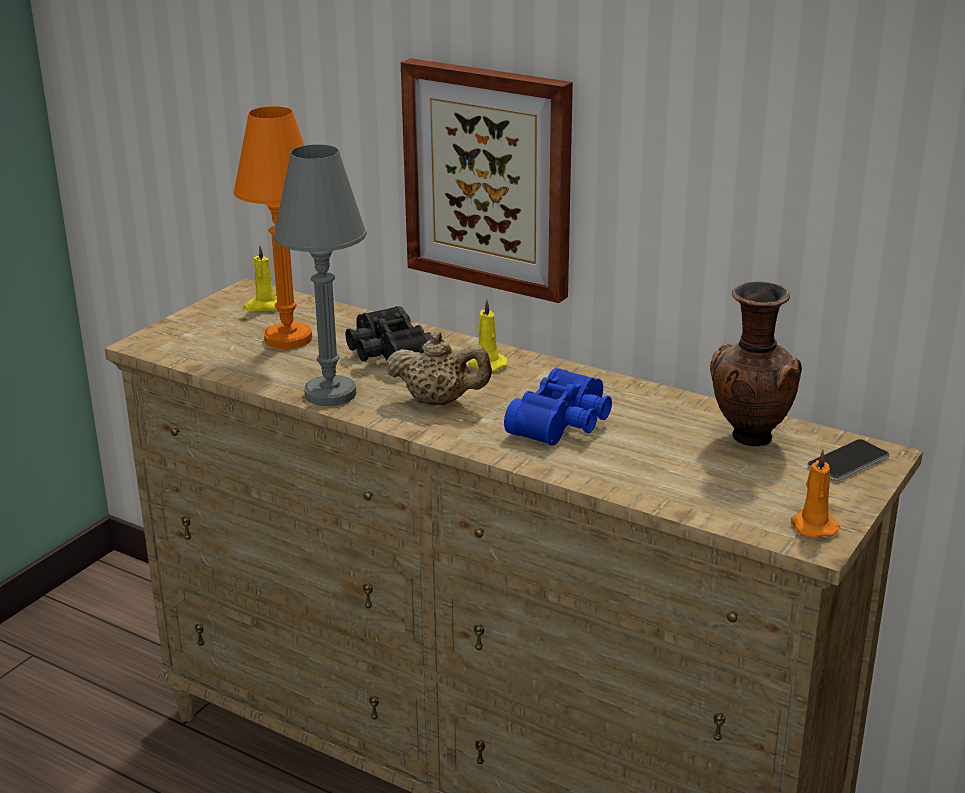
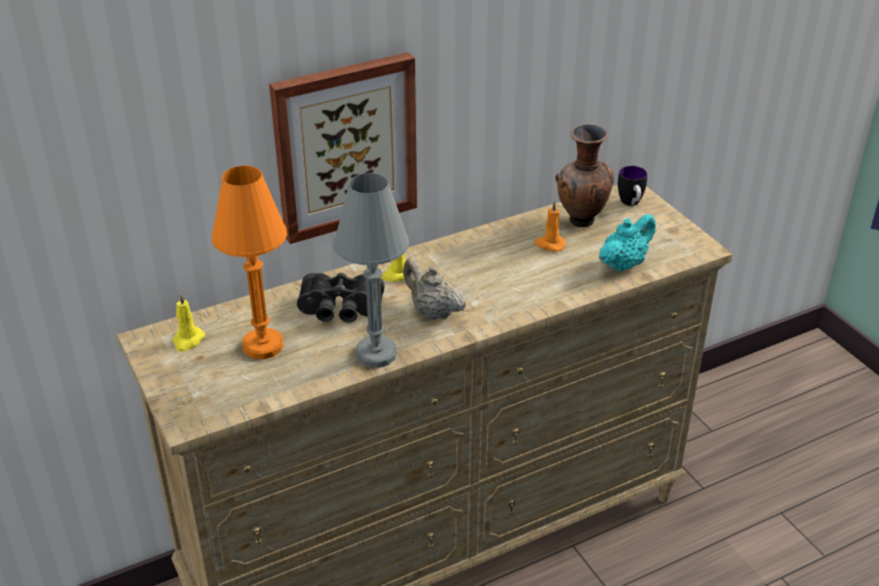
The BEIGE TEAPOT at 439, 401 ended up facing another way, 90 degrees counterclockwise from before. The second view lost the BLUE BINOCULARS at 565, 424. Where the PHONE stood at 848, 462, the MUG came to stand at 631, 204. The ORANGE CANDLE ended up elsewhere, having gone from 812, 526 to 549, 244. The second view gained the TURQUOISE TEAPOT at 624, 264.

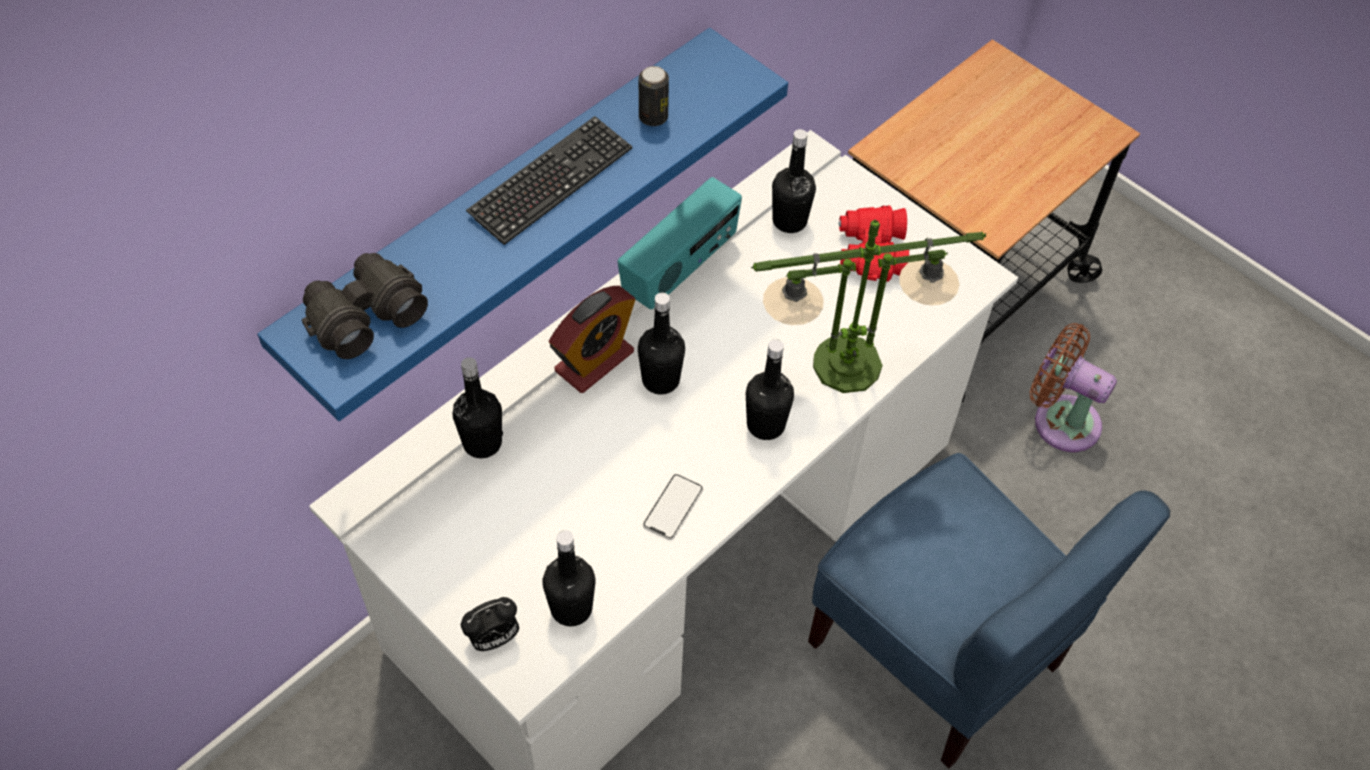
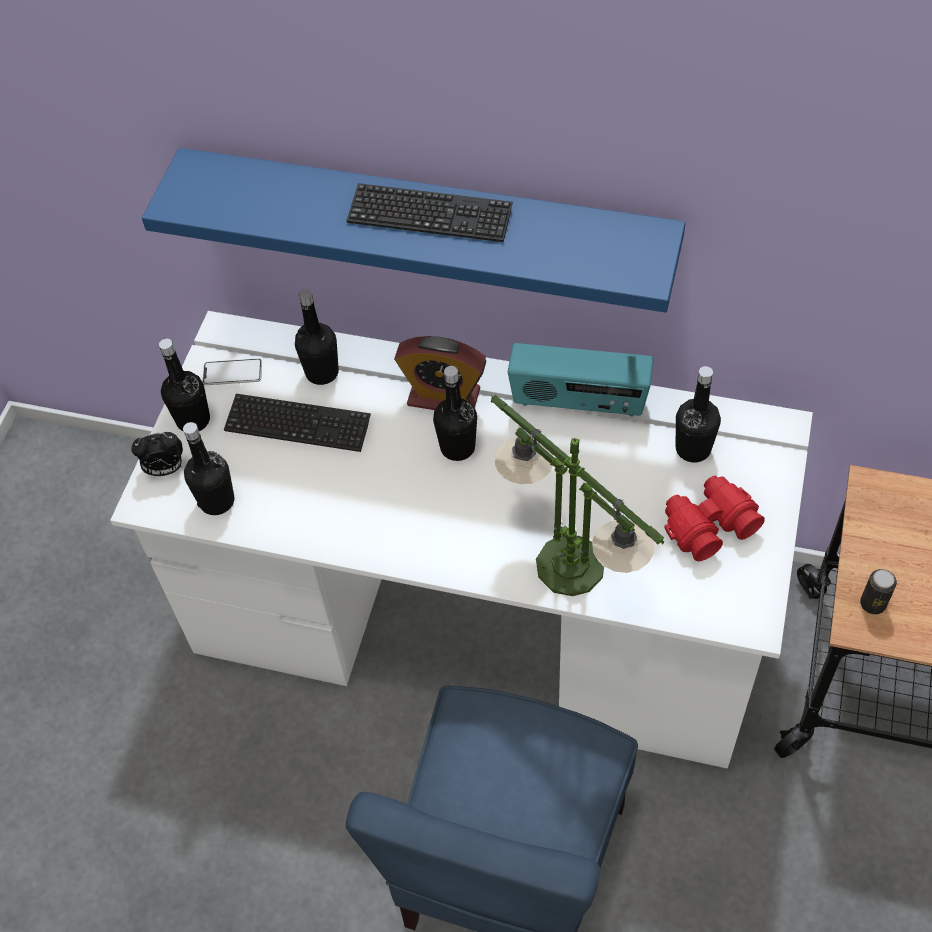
The CAN ended up elsewhere, having gone from 653, 117 to 873, 604. The second view lost the BLACK BINOCULARS at 363, 315. The second view lost the BROWN FAN at 1060, 419. The BLACK BOTTLE ended up elsewhere, having gone from 765, 425 to 193, 420. The PHONE ended up elsewhere, having gone from 673, 507 to 232, 373. The ALARM CLOCK at 493, 639 ended up facing another way, 45 degrees counterclockwise from before. The second view gained the KEYBOARD at 298, 425.

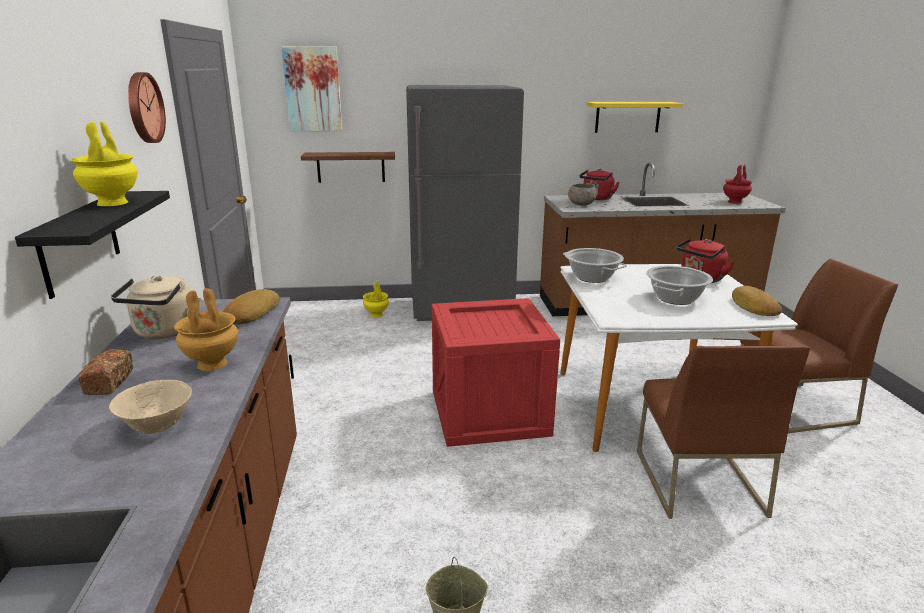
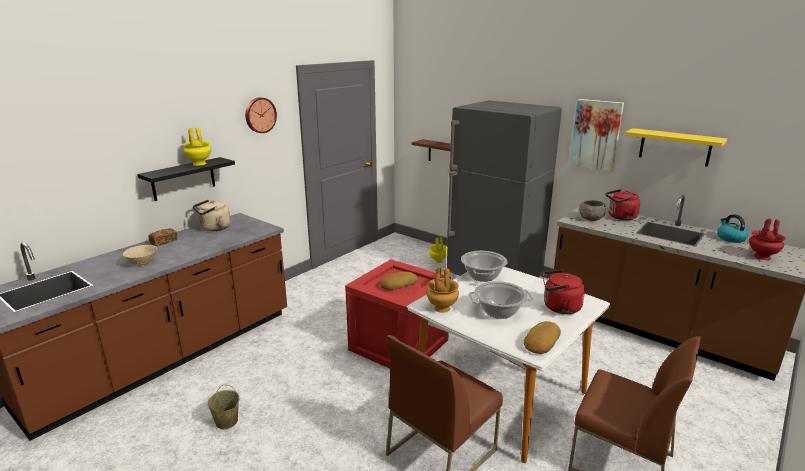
The PICTURE ended up elsewhere, having gone from 313, 89 to 596, 135. The BROWN VASE ended up elsewhere, having gone from 211, 364 to 441, 308. The BREAD ended up elsewhere, having gone from 251, 313 to 398, 284. The second view gained the KETTLE at 730, 238.

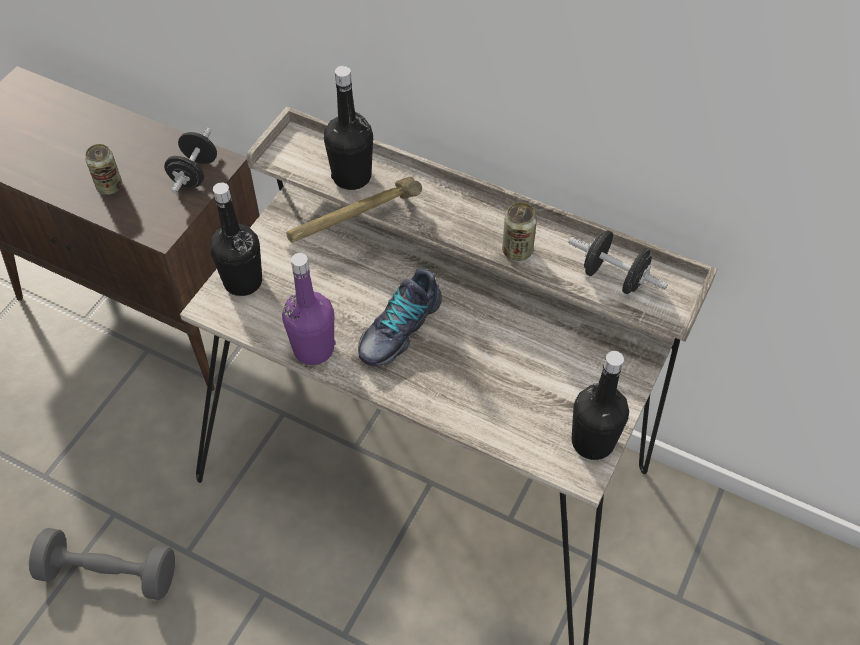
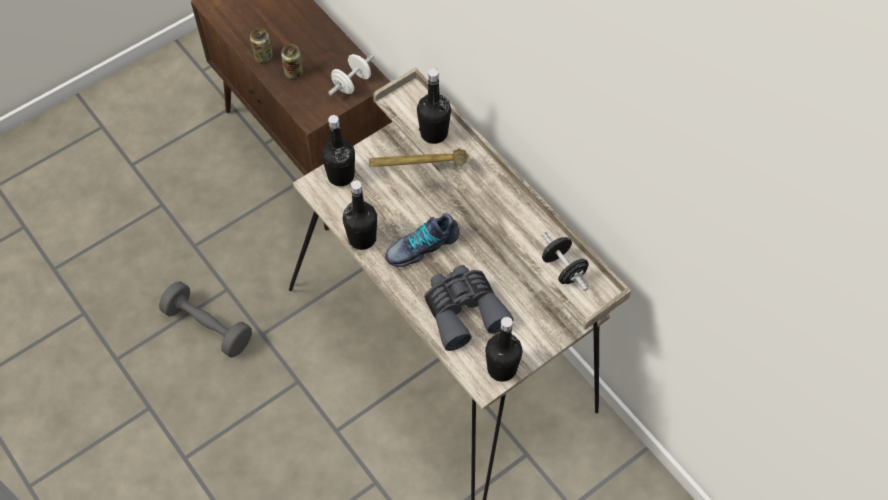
What was the BLACK DUMBBELL at 194, 174 turned into the WHITE DUMBBELL at 352, 83. The CAN ended up elsewhere, having gone from 517, 251 to 263, 56. What was the PURPLE BOTTLE at 313, 349 turned into the BLACK BOTTLE at 362, 238. The second view gained the GREY BINOCULARS at 463, 310.

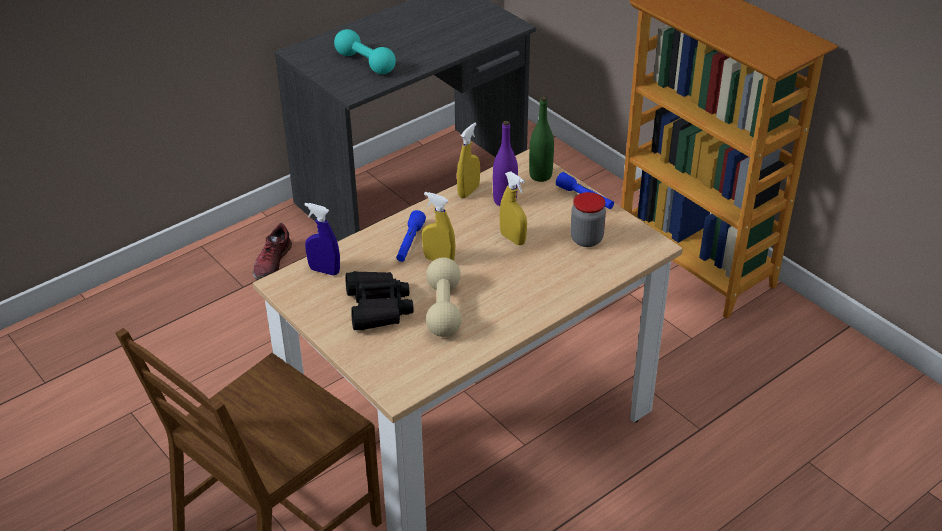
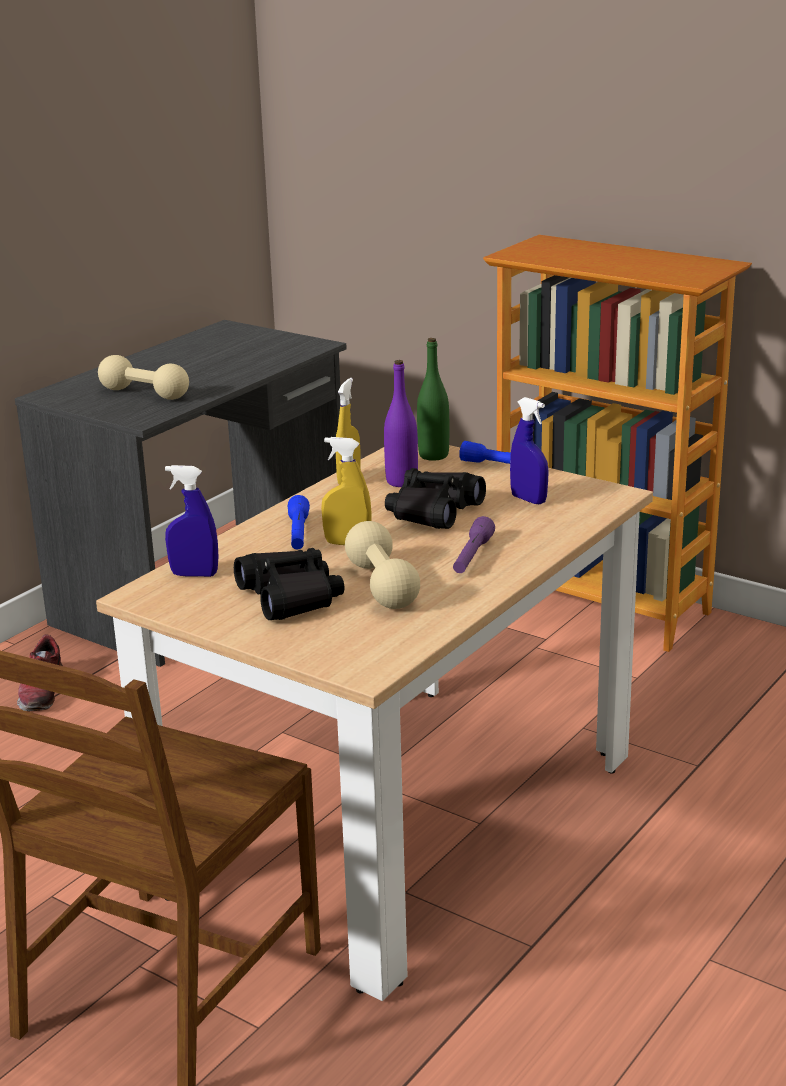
What was the TURQUOISE DUMBBELL at 365, 63 turned into the BEIGE DUMBBELL at 144, 394. Where the YELLOW SPRAY BOTTLE stood at 512, 239, the BLACK BINOCULARS came to stand at 433, 512. Where the JAR stood at 586, 239, the BLUE SPRAY BOTTLE came to stand at 528, 500. The second view gained the PURPLE FLASHLIGHT at 472, 557.

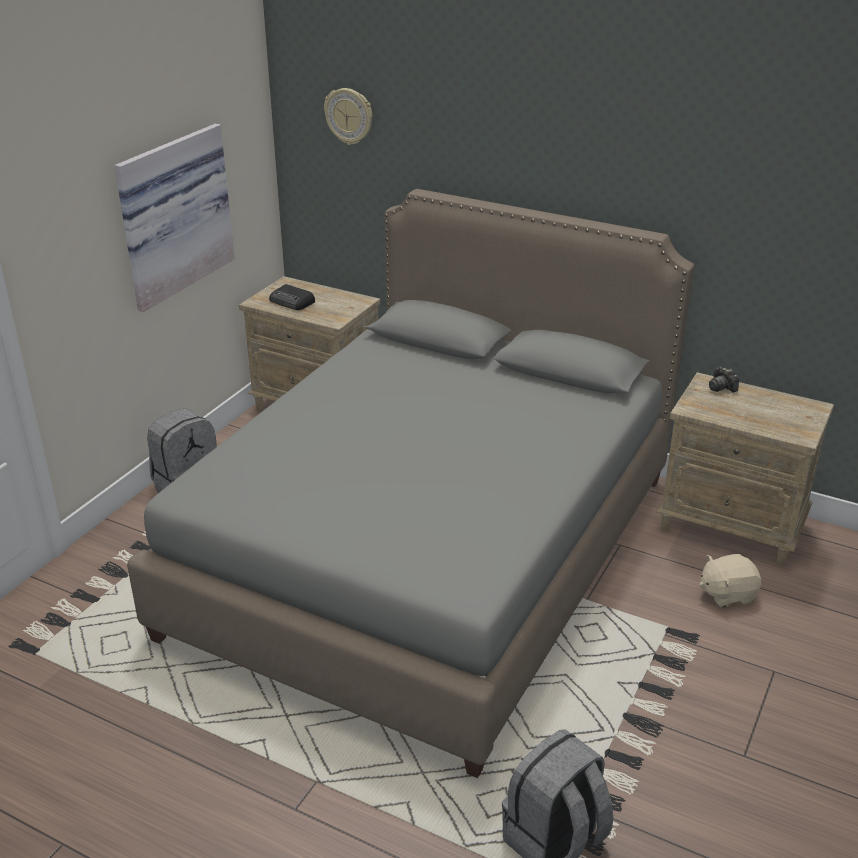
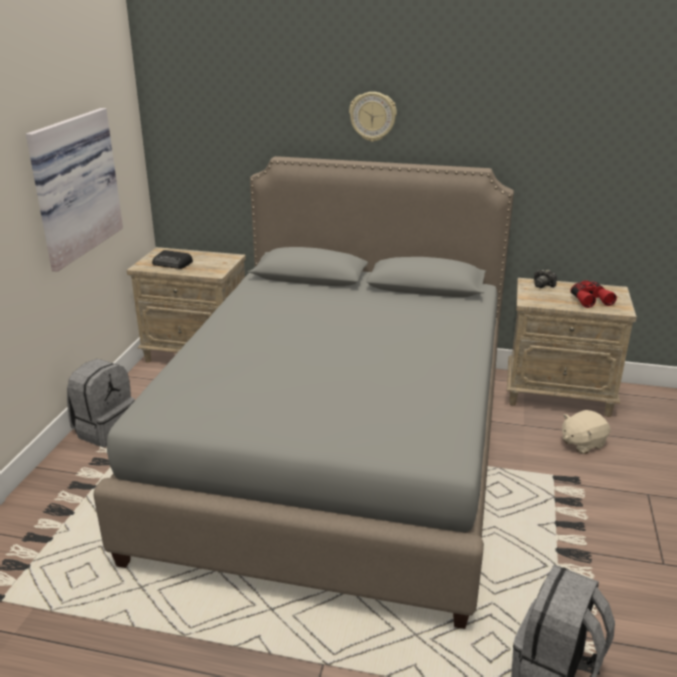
The WALL CLOCK ended up elsewhere, having gone from 349, 116 to 373, 116. The second view gained the RED BINOCULARS at 589, 299.

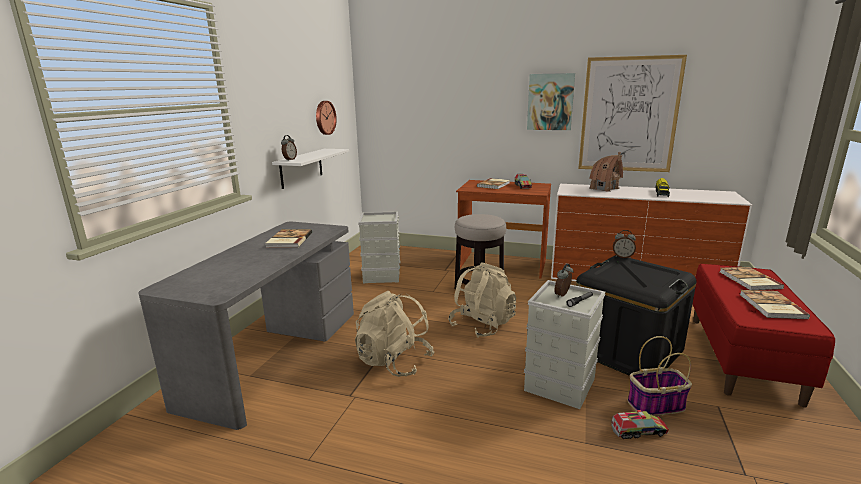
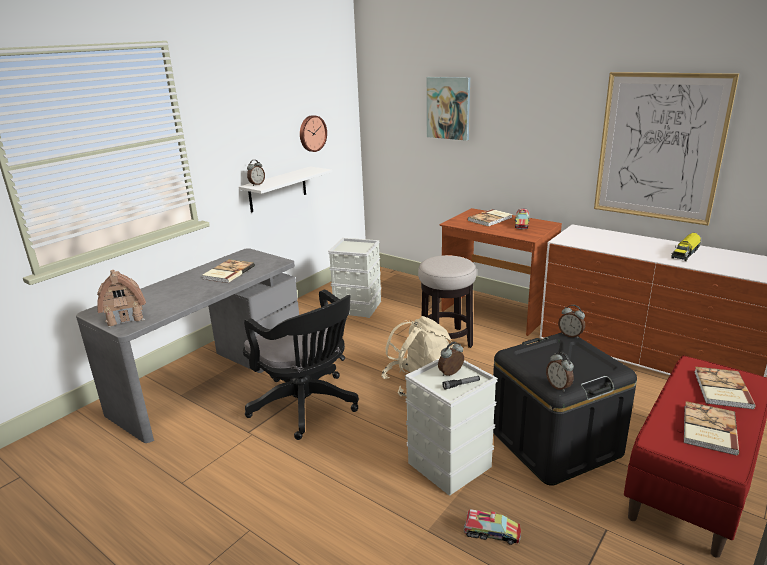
The PICTURE ended up elsewhere, having gone from 550, 102 to 448, 108. The TOY HOUSE ended up elsewhere, having gone from 604, 188 to 125, 317. Where the BEIGE BACKPACK stood at 394, 362, the BLACK OFFICE CHAIR came to stand at 307, 406. The second view lost the BASKET at 655, 405. The second view gained the ALARM CLOCK at 559, 386.

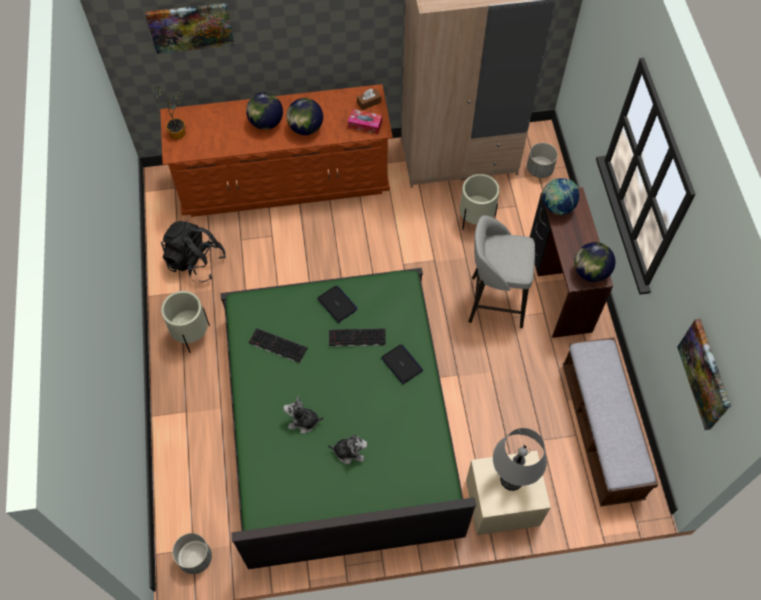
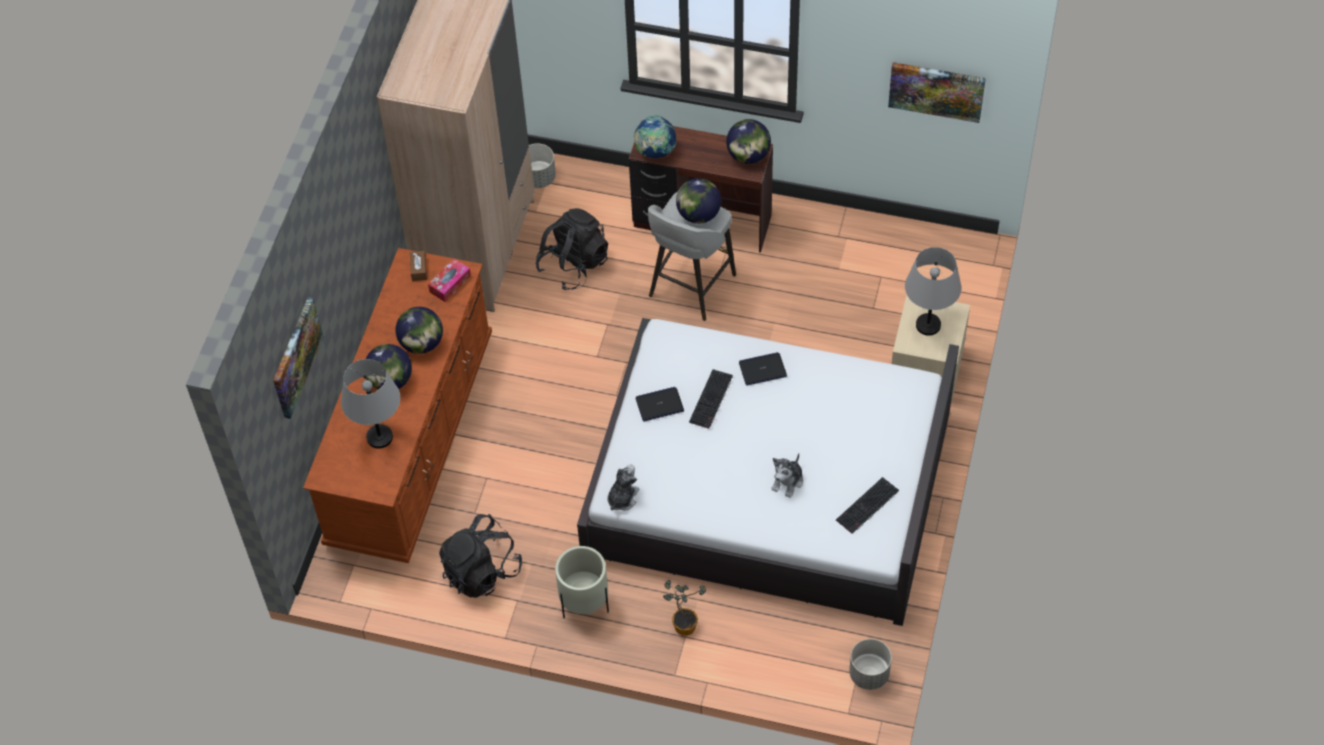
The POTTED PLANT ended up elsewhere, having gone from 179, 131 to 683, 623. Where the BEIGE PLANTER stood at 475, 219, the BLACK BACKPACK came to stand at 573, 264. What was the GREEN BED at 339, 422 turned into the WHITE BED at 769, 485. The KEYBOARD ended up elsewhere, having gone from 277, 346 to 867, 506. The second view lost the BENCH at 600, 431. The PLUSH TOY ended up elsewhere, having gone from 350, 451 to 622, 498. The second view gained the GLOBE at 698, 214. The second view gained the GREY TABLE LAMP at 379, 437.

